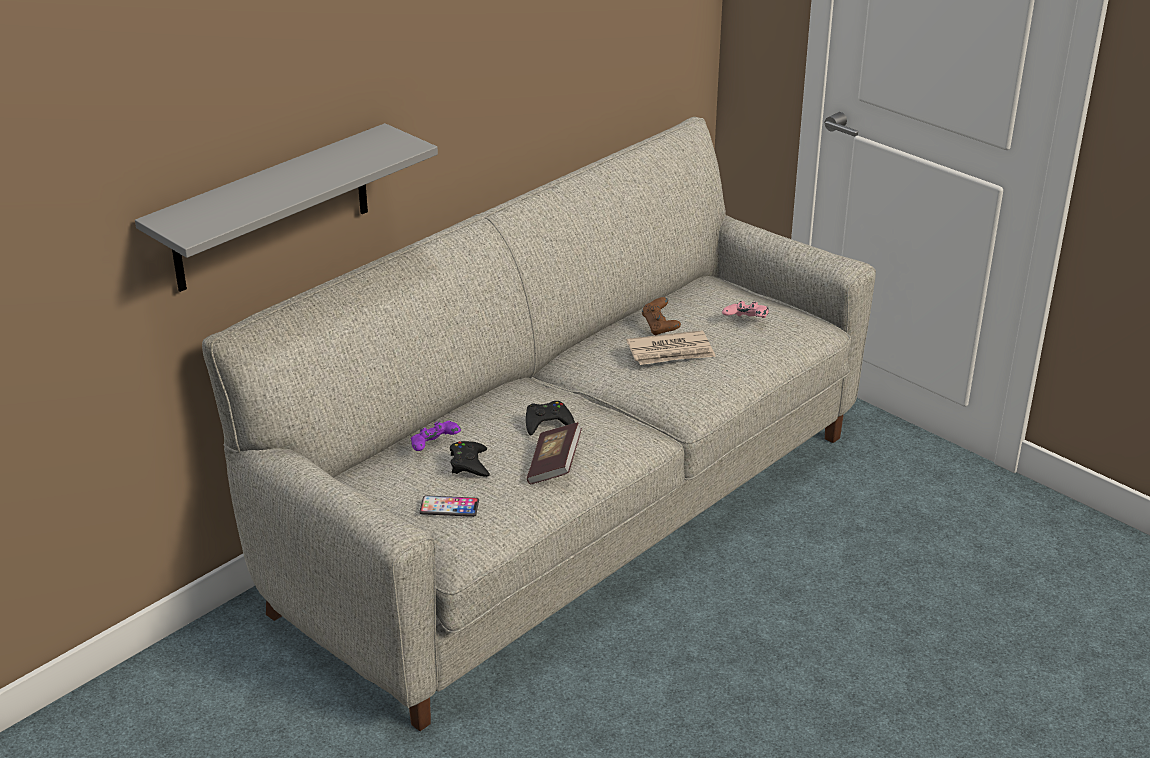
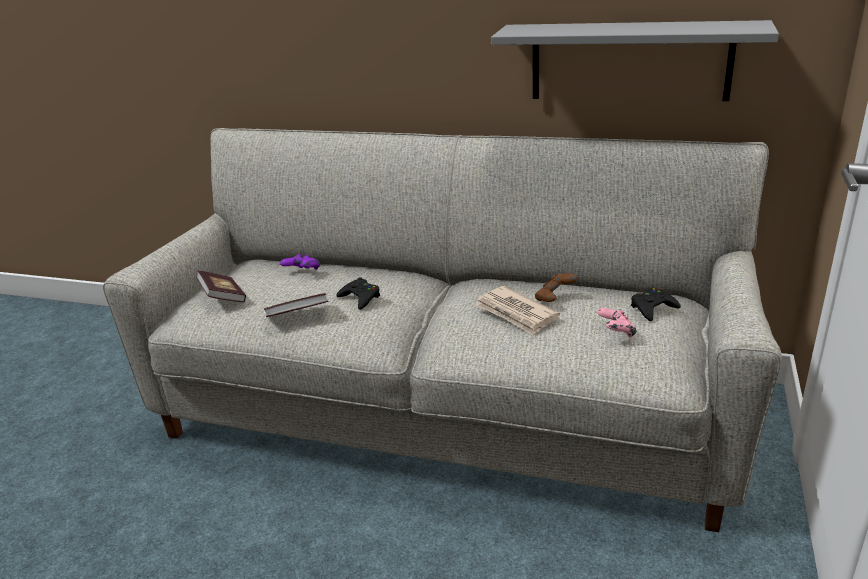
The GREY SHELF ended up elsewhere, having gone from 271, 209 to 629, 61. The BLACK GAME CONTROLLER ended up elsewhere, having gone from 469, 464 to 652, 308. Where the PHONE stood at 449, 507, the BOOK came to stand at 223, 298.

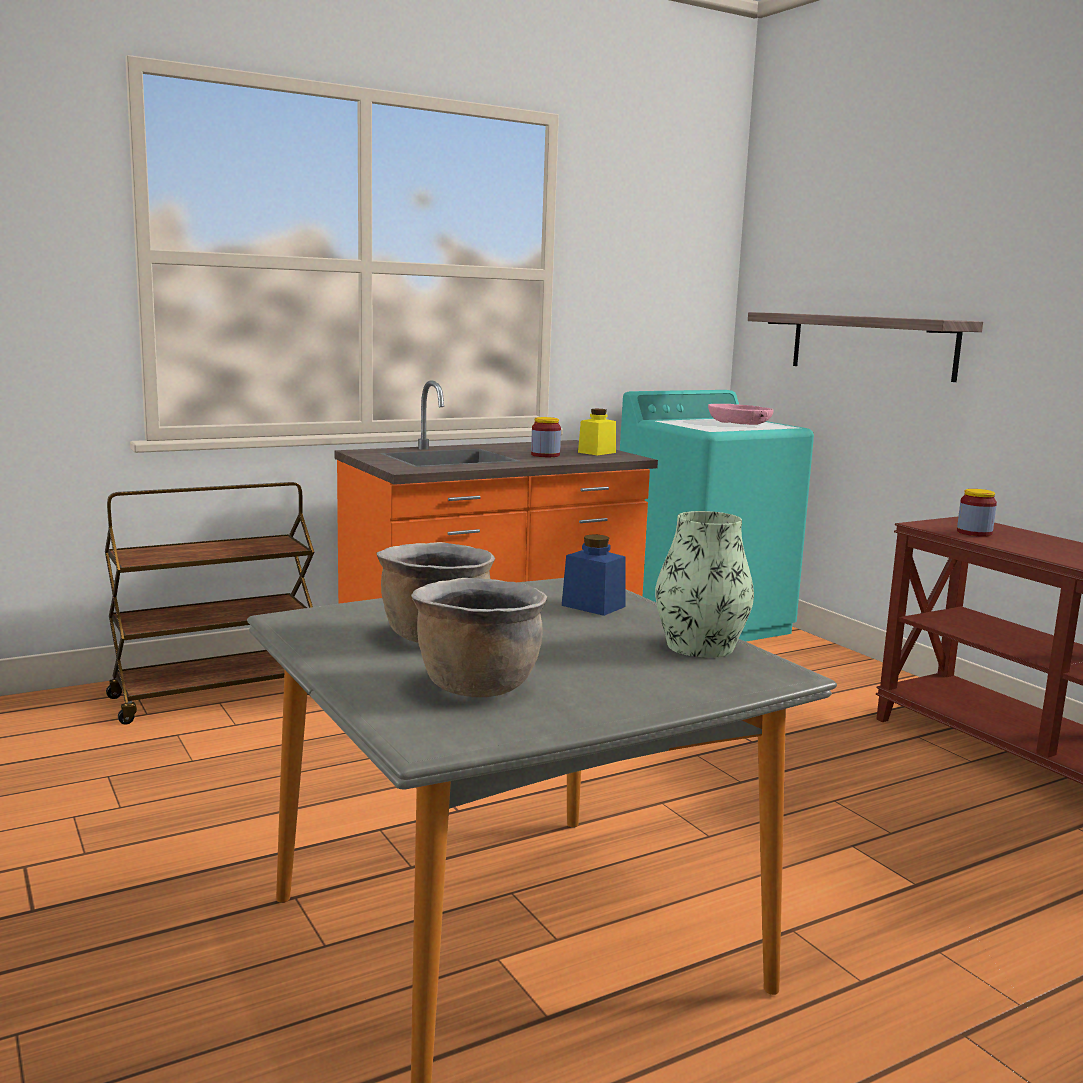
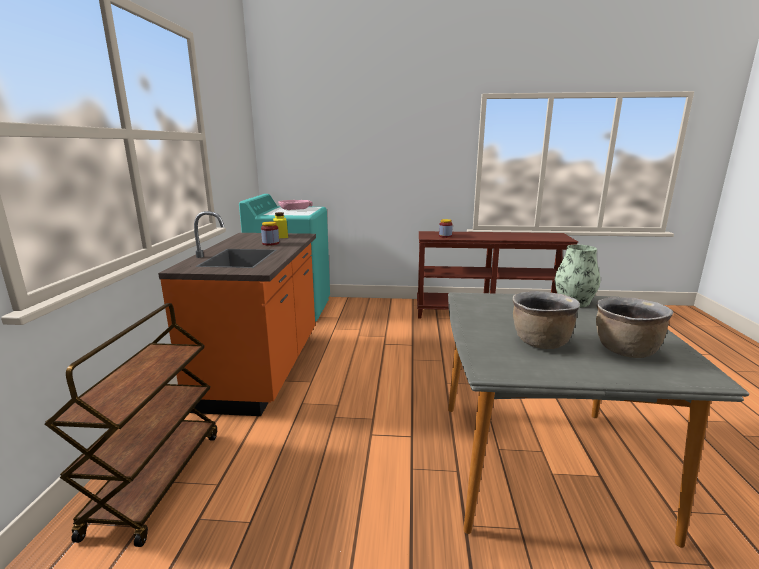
The second view lost the SHELF at 871, 345. The second view lost the BLUE JAR at 593, 606.

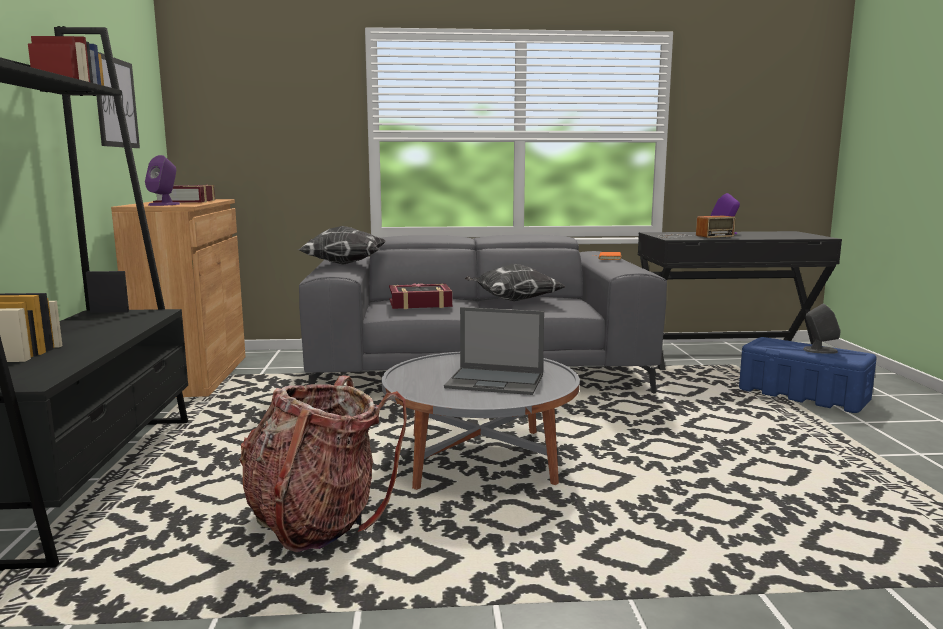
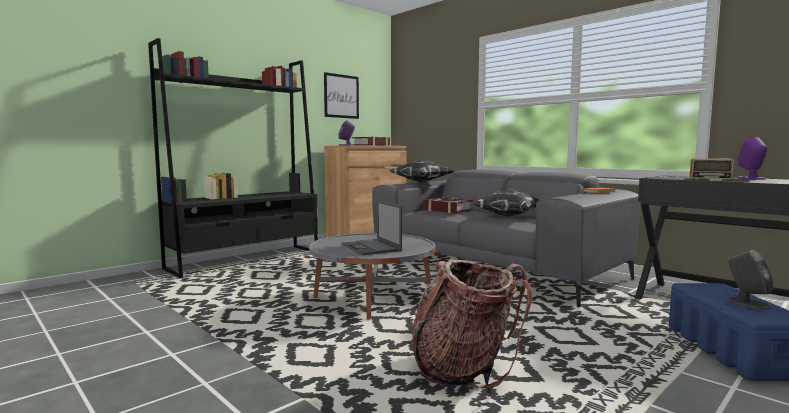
The BACKPACK ended up elsewhere, having gone from 317, 521 to 464, 370.

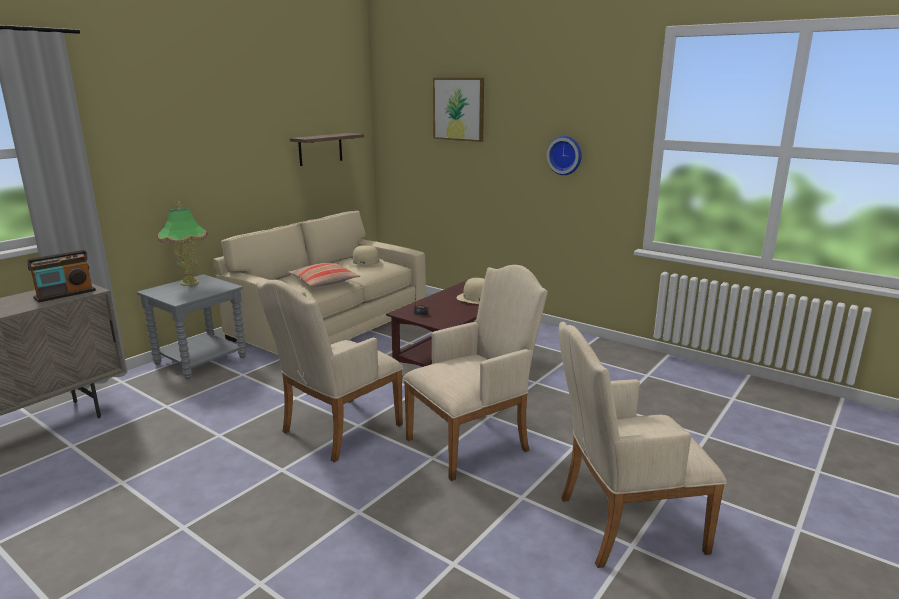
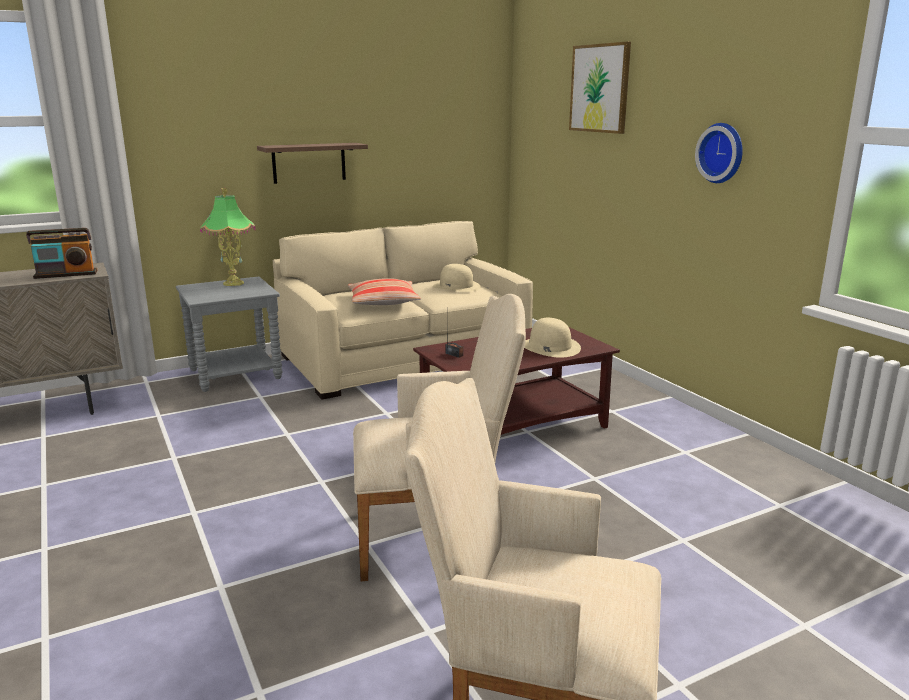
The SHELF ended up elsewhere, having gone from 320, 149 to 309, 163. The second view lost the BEIGE ARMCHAIR at 336, 431.

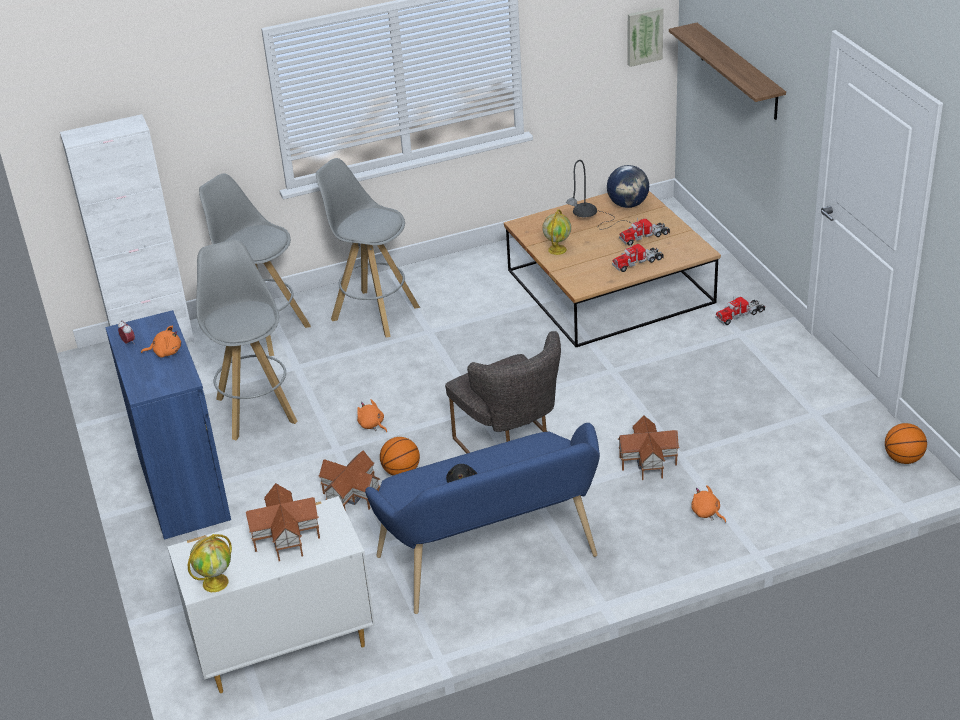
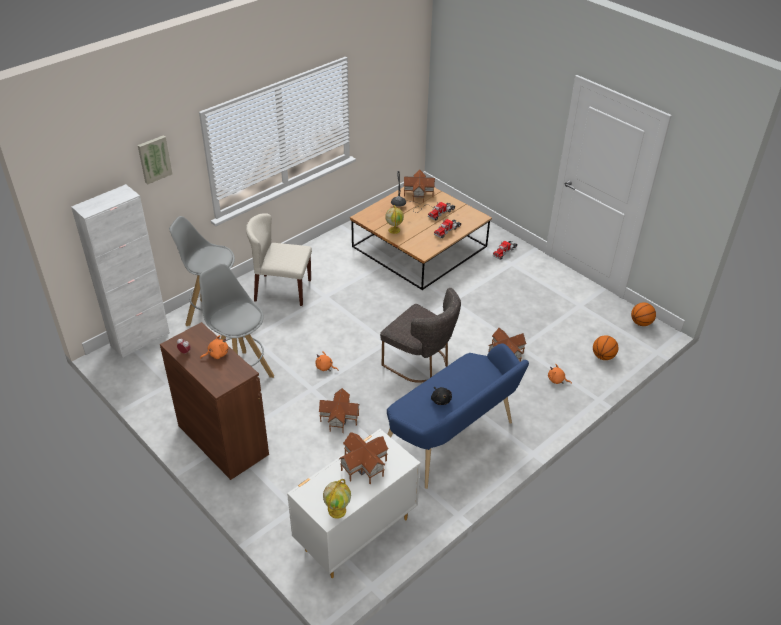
The PICTURE ended up elsewhere, having gone from 644, 36 to 154, 159. The second view lost the SHELF at 738, 71. Where the GREY STOOL stood at 374, 313, the BEIGE CHAIR came to stand at 282, 290. Where the GLOBE stood at 628, 204, the TOY HOUSE came to stand at 419, 193. What was the BLUE CABINET at 183, 488 turned into the BROWN CABINET at 223, 440. The BASKETBALL ended up elsewhere, having gone from 401, 471 to 603, 356.

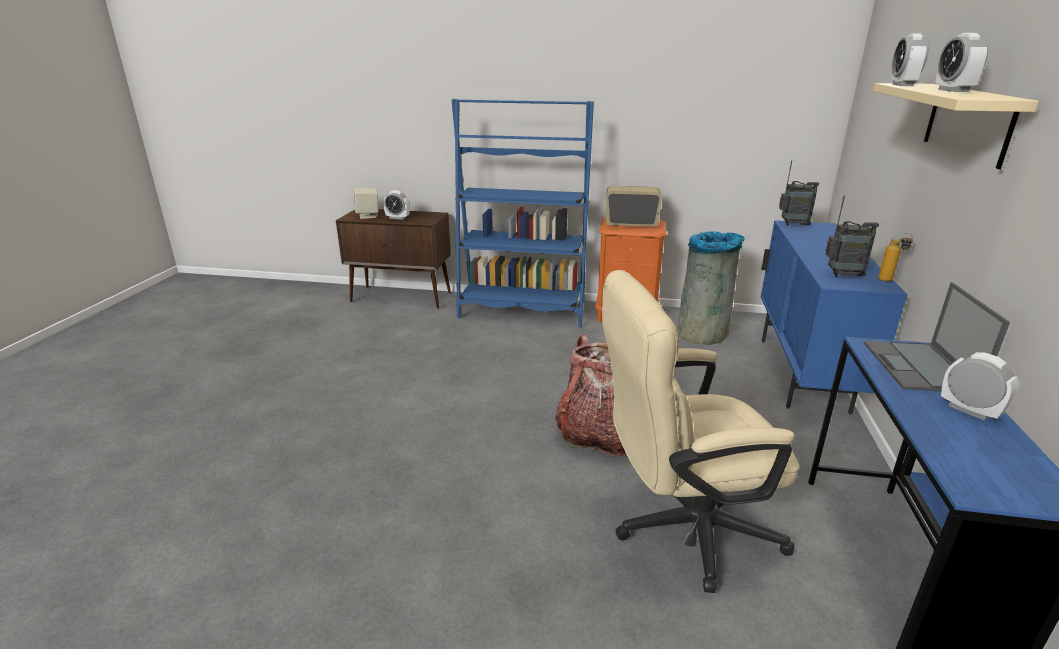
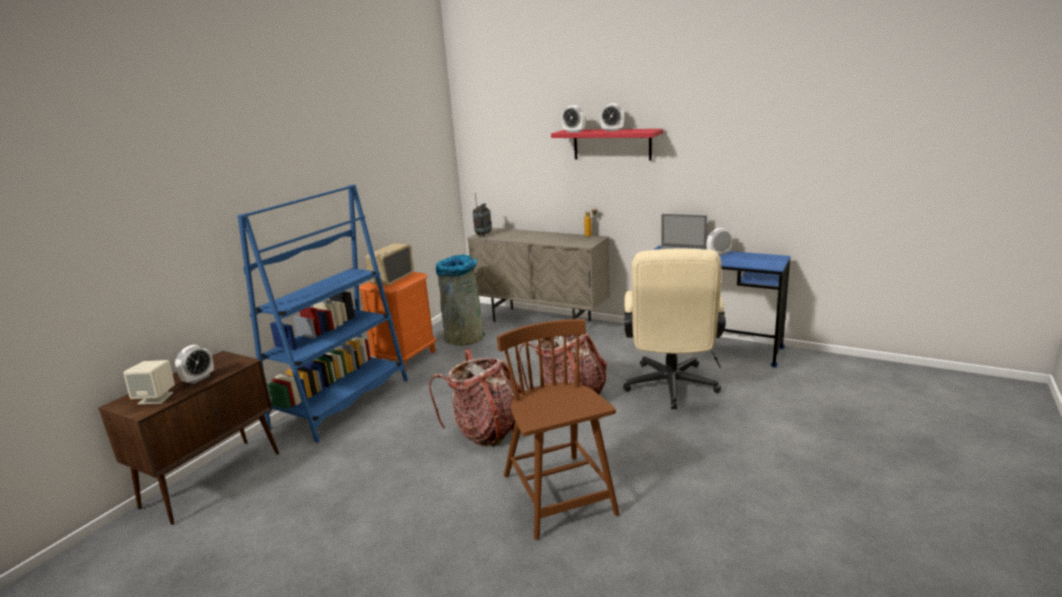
What was the BEIGE SHELF at 967, 122 turned into the RED SHELF at 612, 144. The second view lost the RADIO at 843, 276. What was the BLUE CABINET at 802, 374 turned into the BEIGE CABINET at 542, 321. The second view gained the BROWN CHAIR at 559, 496. The second view gained the BACKPACK at 487, 430.

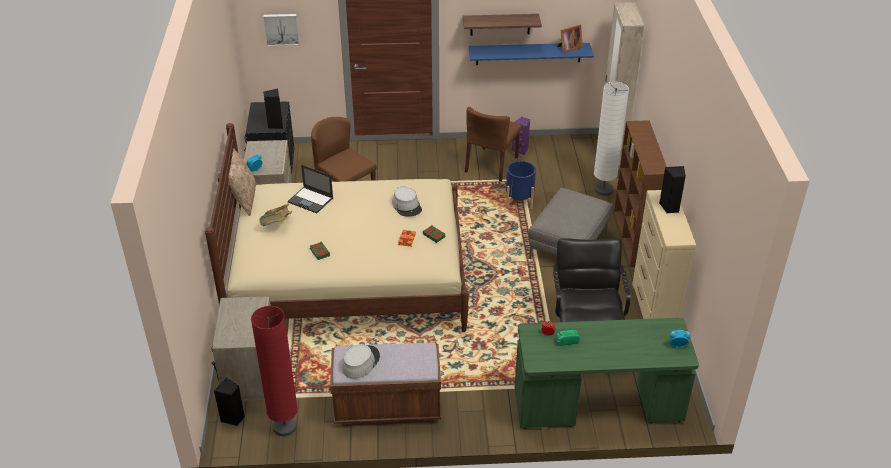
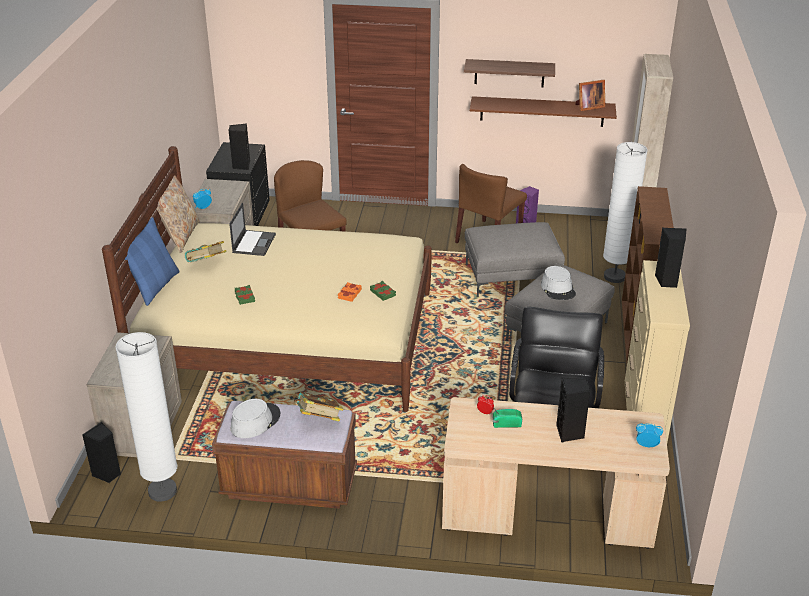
The second view lost the PICTURE at 281, 29. What was the BLUE SHELF at 528, 53 turned into the BROWN SHELF at 542, 111. Where the BLUE PLANTER stood at 519, 200, the GREY OTTOMAN came to stand at 511, 278. The LAPTOP at 311, 200 ended up facing another way, 120 degrees counterclockwise from before. The GREY HAT ended up elsewhere, having gone from 407, 206 to 558, 289. What was the RED FLOOR LAMP at 284, 427 turned into the WHITE FLOOR LAMP at 162, 491. What was the GREEN DESK at 597, 406 turned into the BEIGE DESK at 546, 516. The second view gained the BLUE PILLOW at 155, 286. The second view gained the BLACK SPEAKER at 570, 433. The second view gained the BOOK at 319, 419.

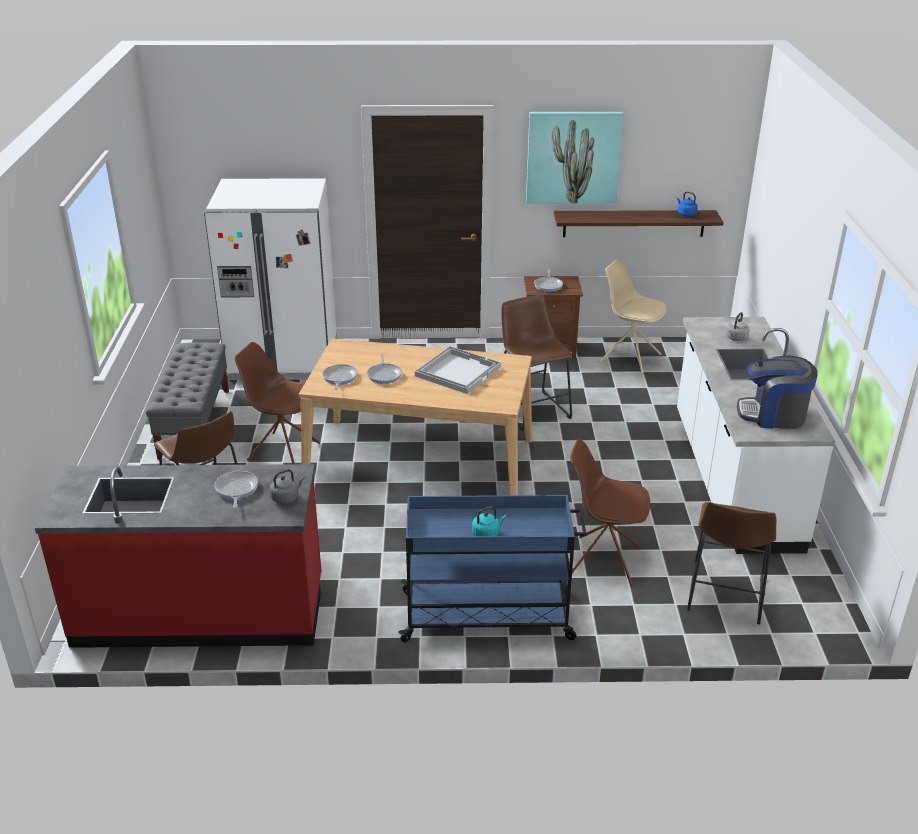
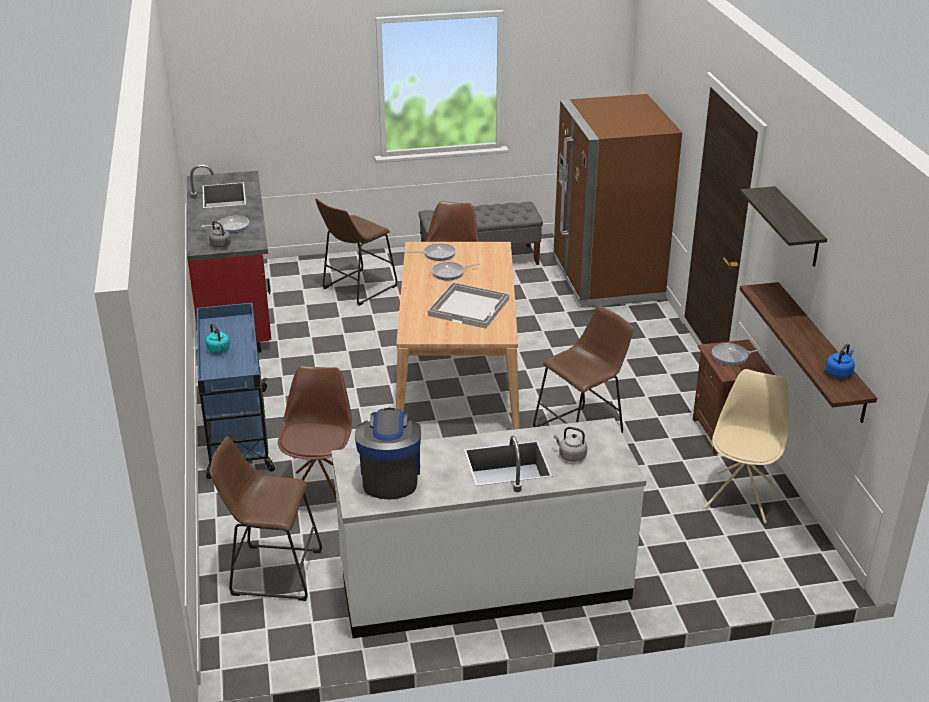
Where the PICTURE hung at 573, 157, the SHELF came to hang at 797, 228. What was the WHITE FRIDGE at 283, 360 turned into the BROWN FRIDGE at 607, 280.

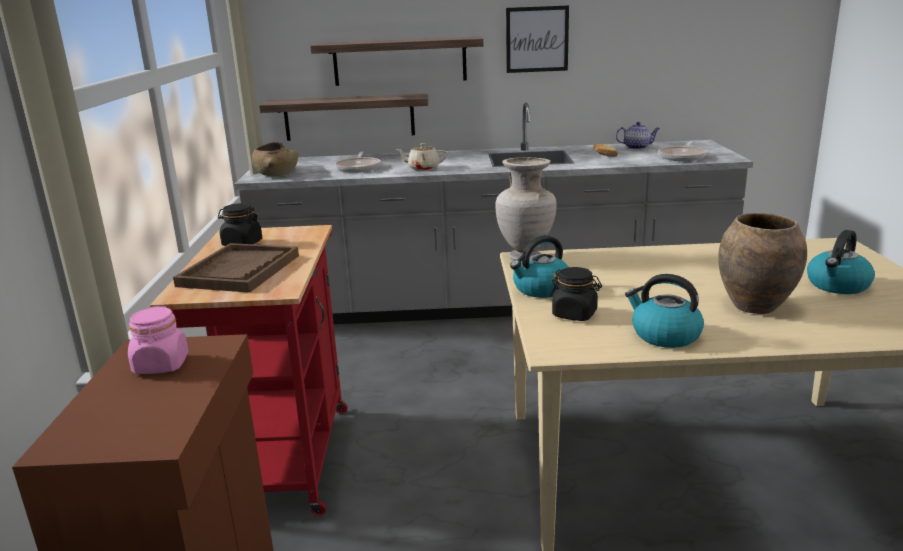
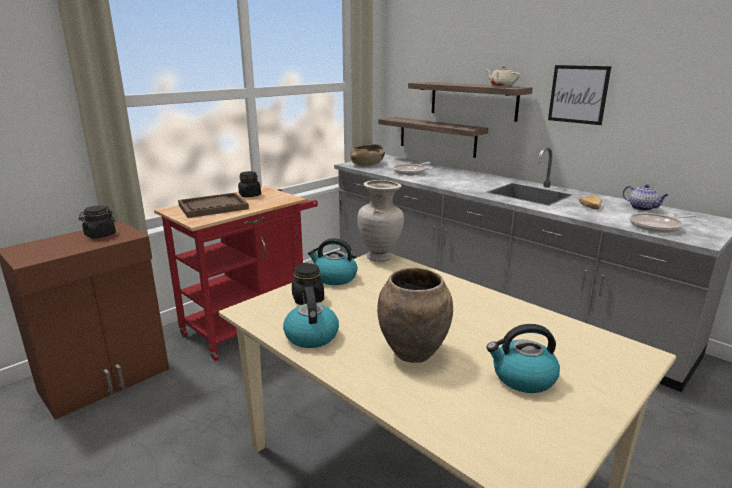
The BEIGE TEAPOT ended up elsewhere, having gone from 423, 168 to 501, 86. What was the PINK JAR at 161, 365 turned into the BLACK JAR at 100, 235.

